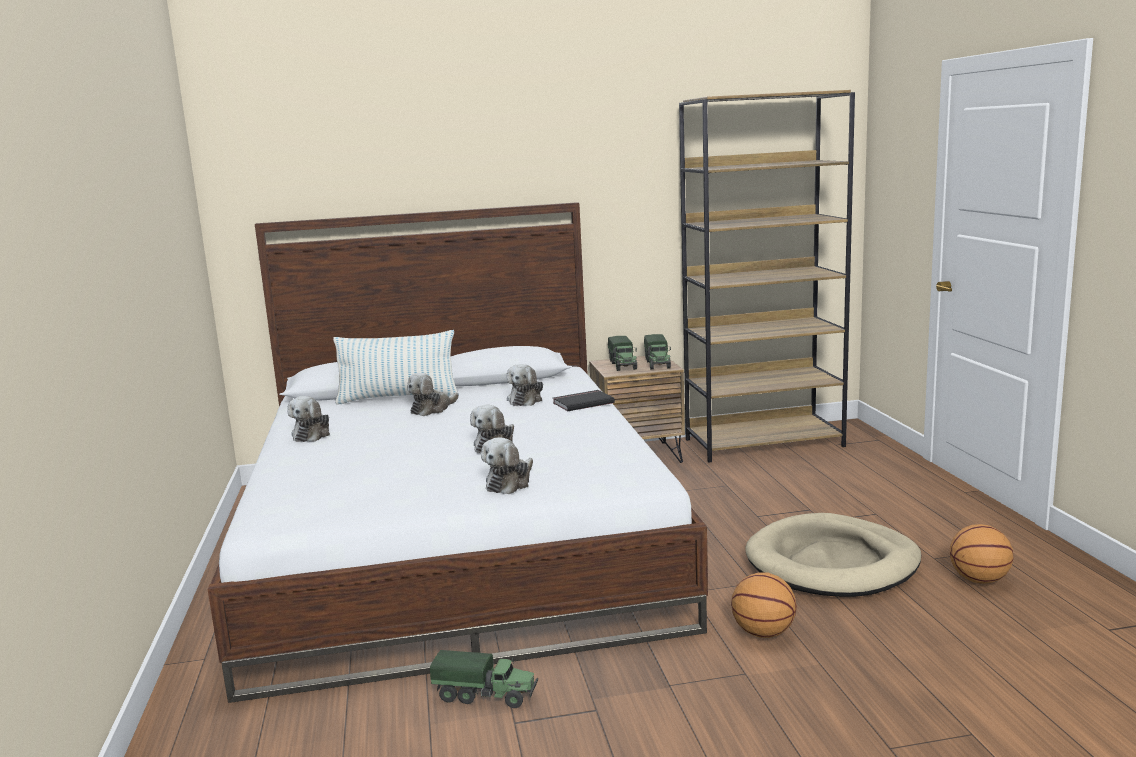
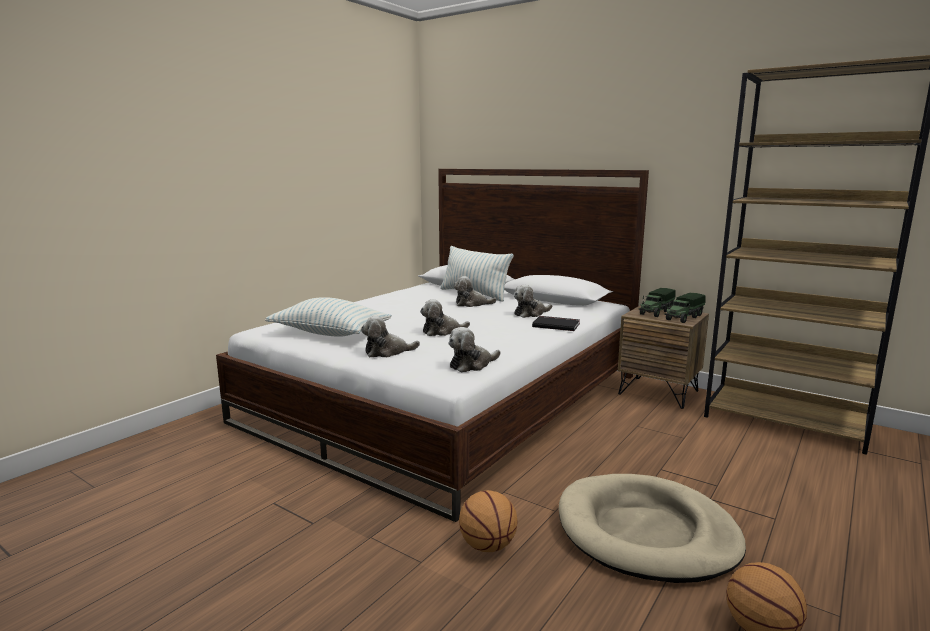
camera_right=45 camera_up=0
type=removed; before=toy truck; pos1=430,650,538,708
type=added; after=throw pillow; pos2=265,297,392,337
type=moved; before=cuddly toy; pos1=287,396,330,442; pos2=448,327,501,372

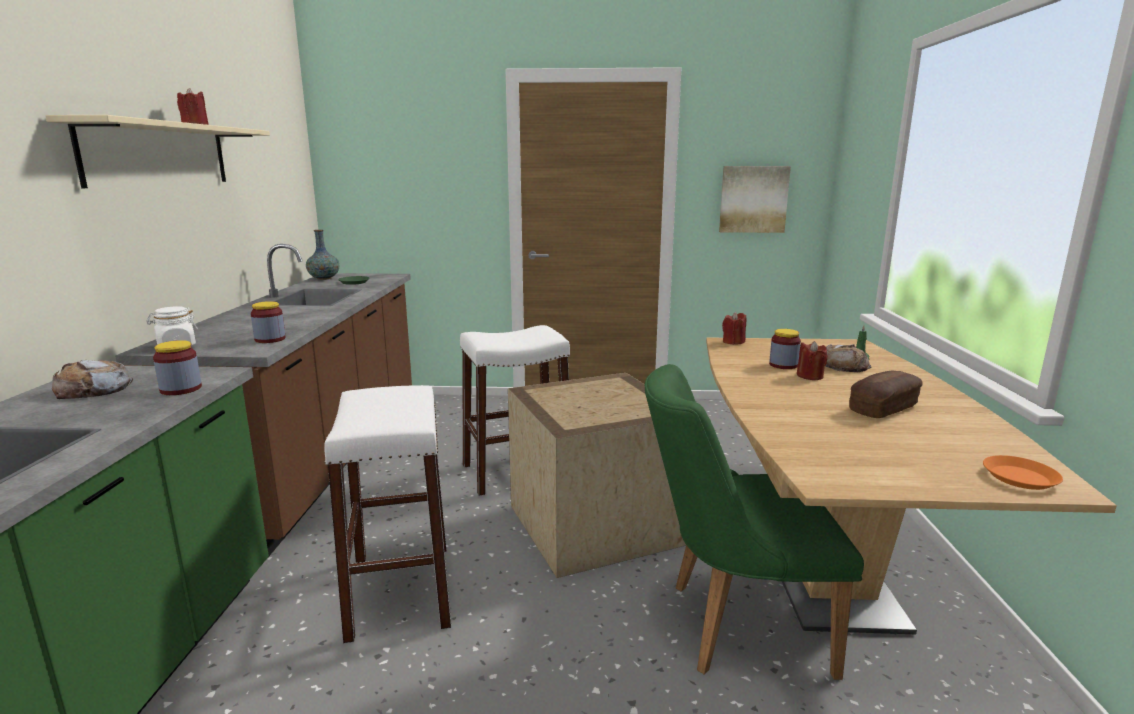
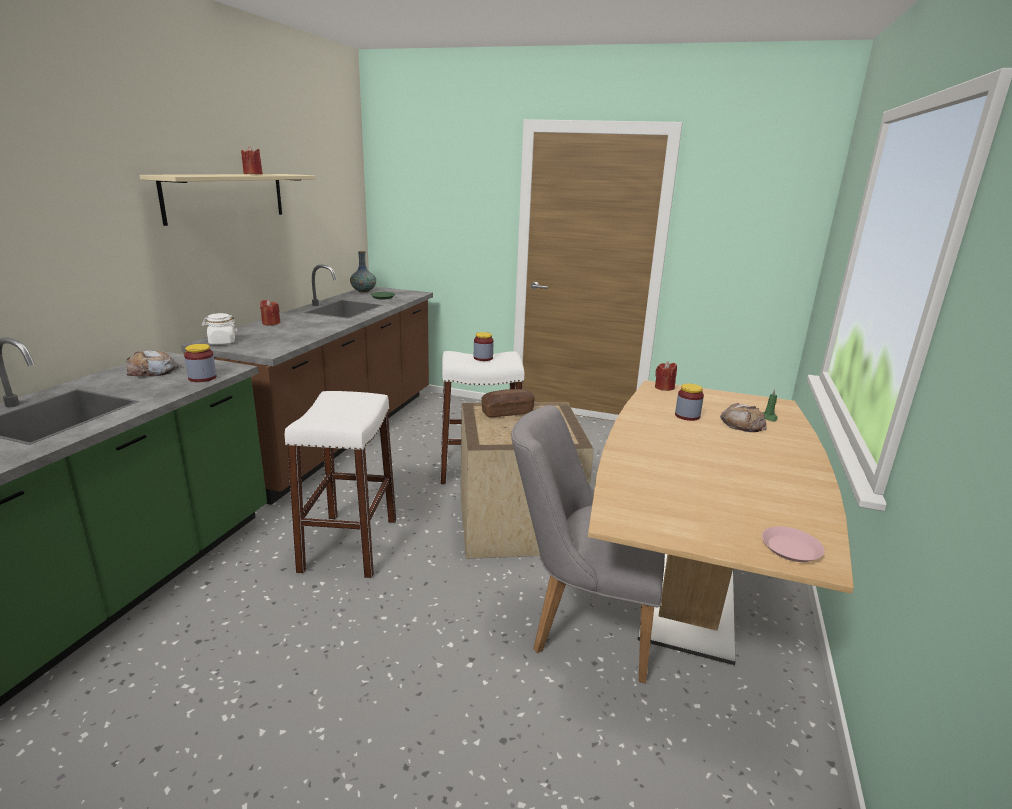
camera_right=15 camera_up=5
type=removed; before=wall picture; pos1=719,166,791,233
type=moved; before=preserve jar; pos1=251,301,286,343; pos2=474,332,494,361
type=moved; before=red-coloured candle; pos1=797,341,828,380; pos2=260,299,280,325
type=moved; before=bakery bread; pos1=849,371,922,418; pos2=481,389,535,417
type=recoloured; before=green-coloured upright chair; after=grey upright chair; pos1=645,364,864,680; pos2=511,405,665,683
type=recoloured; before=orange-coloured flat dish; after=pinkish flat dish; pos1=983,455,1063,490; pos2=762,526,824,562

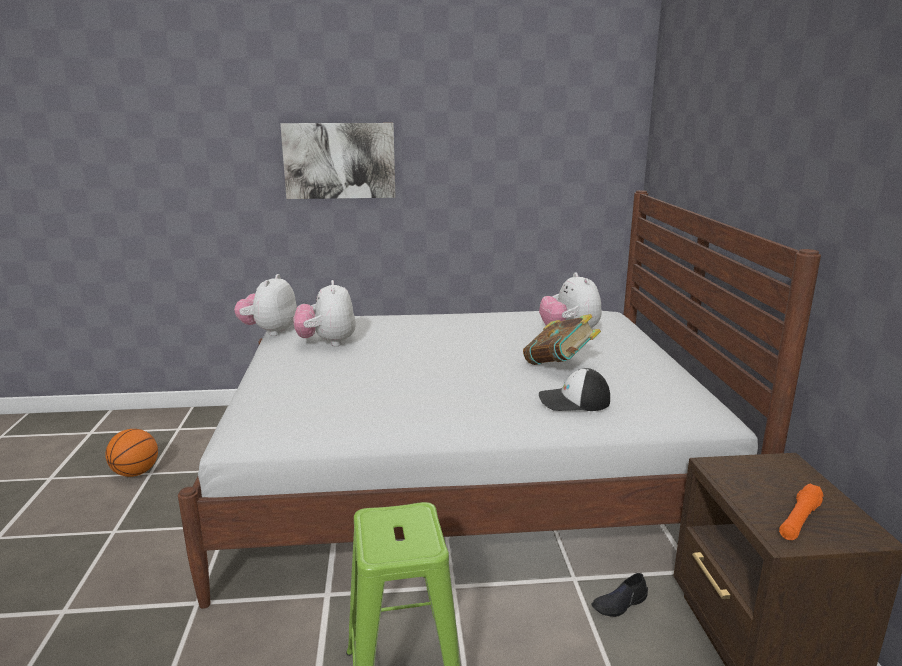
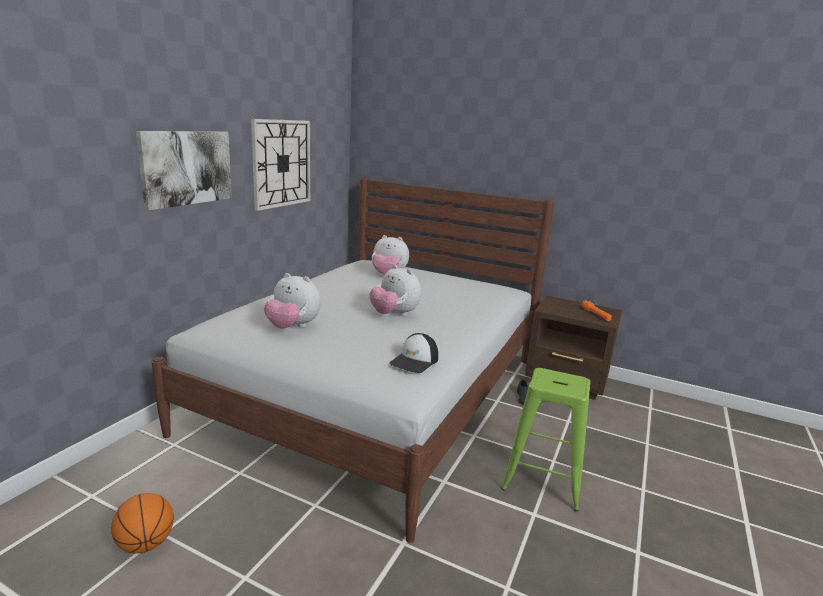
camera_right=-60 camera_up=0
type=removed; before=book; pos1=523,314,601,365
type=added; after=hanging clock; pos2=251,119,310,211
type=moved; before=cuddly toy; pos1=234,274,297,336; pos2=369,265,421,316
type=moved; before=cap; pos1=539,368,610,411; pos2=390,333,438,373

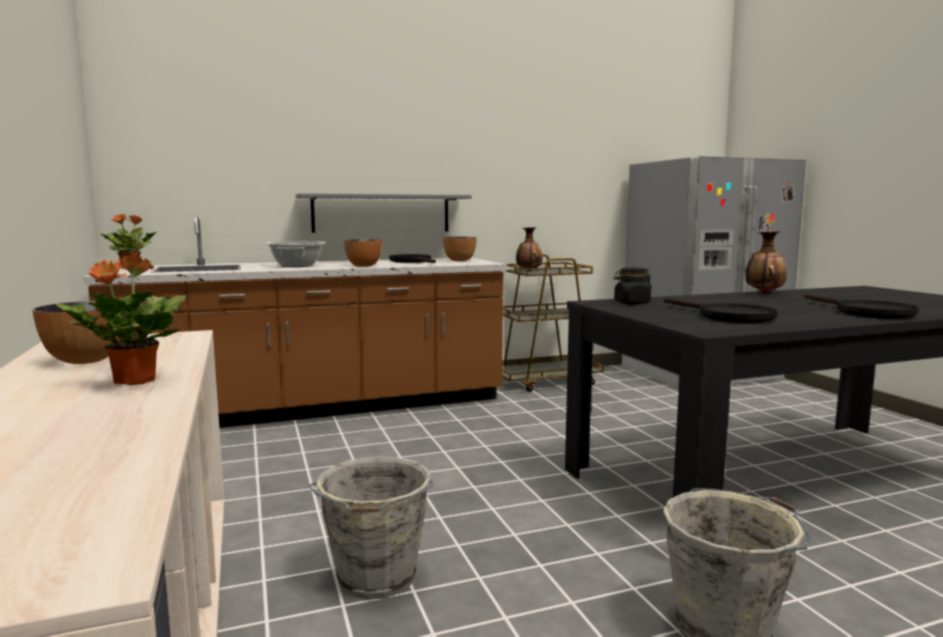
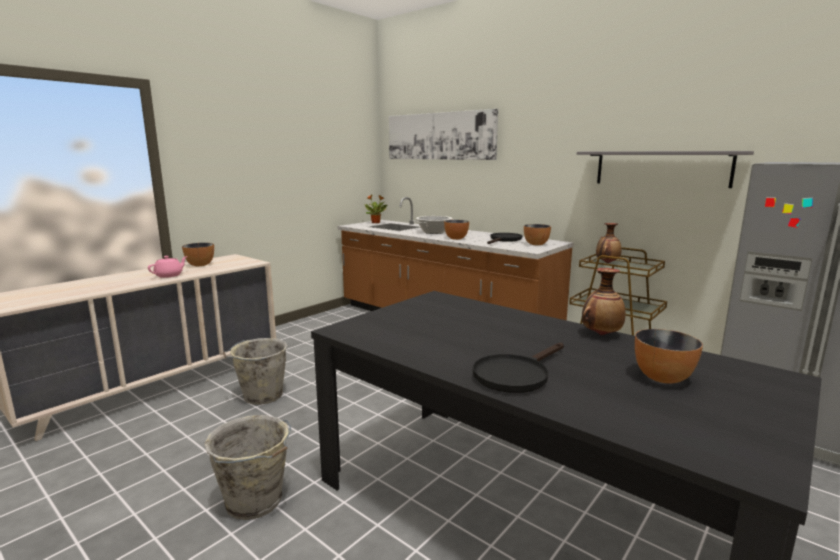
camera_right=60 camera_up=5
type=removed; before=black preserve jar; pos1=614,268,651,304
type=removed; before=black frying pan; pos1=664,298,778,323
type=added; after=wall picture; pos2=389,109,498,160
type=added; after=serving bowl; pos2=635,329,703,384
type=moved; before=grey bracket shelf; pos1=296,193,472,233; pos2=577,151,754,188
type=replaced; before=plant in a pot; after=pinkish pot for tea; pos1=56,255,186,385; pos2=148,256,188,278

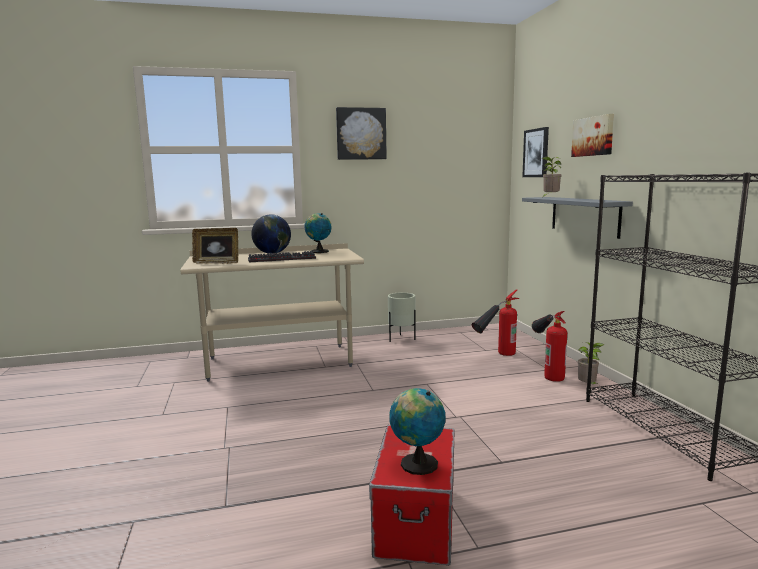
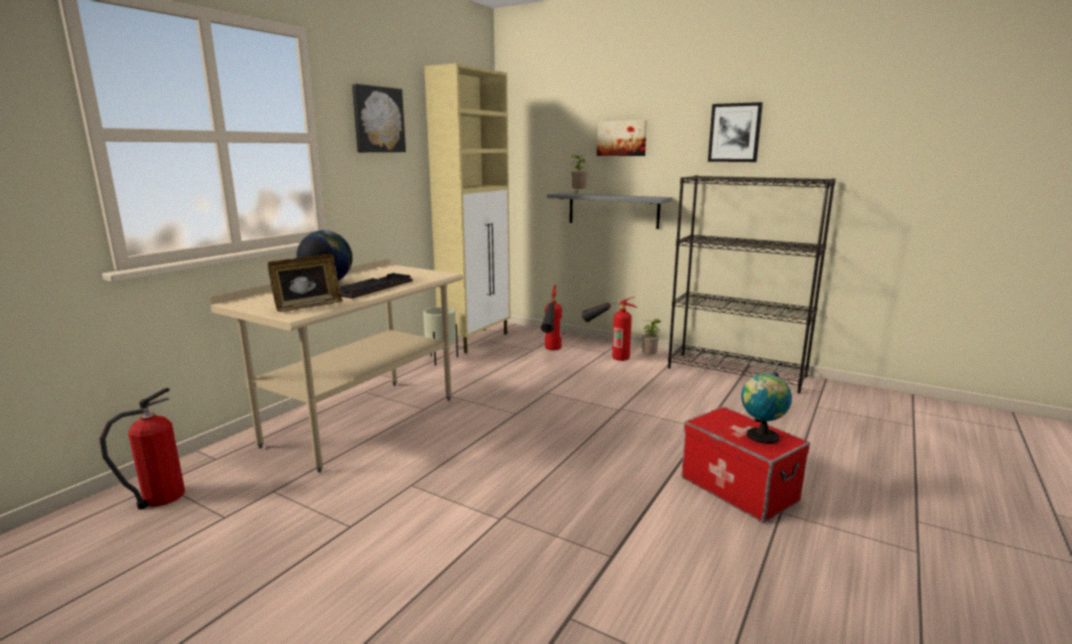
camera_right=-45 camera_up=5
type=removed; before=desk globe; pos1=304,213,332,253
type=added; after=extinguisher; pos2=99,388,185,510
type=added; after=beige cabinet; pos2=424,63,510,353
type=moved; before=wall picture; pos1=522,127,549,177; pos2=708,102,763,162

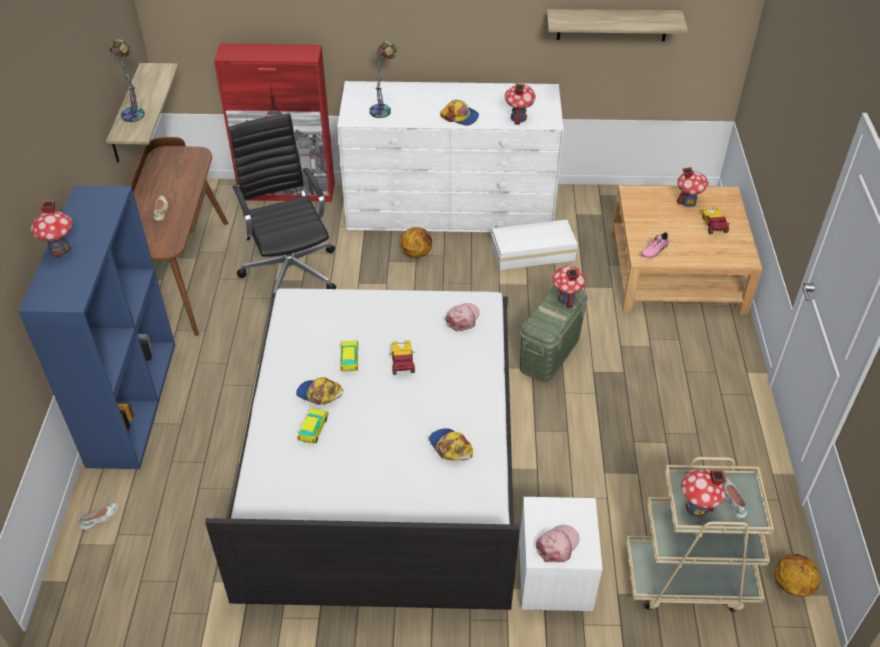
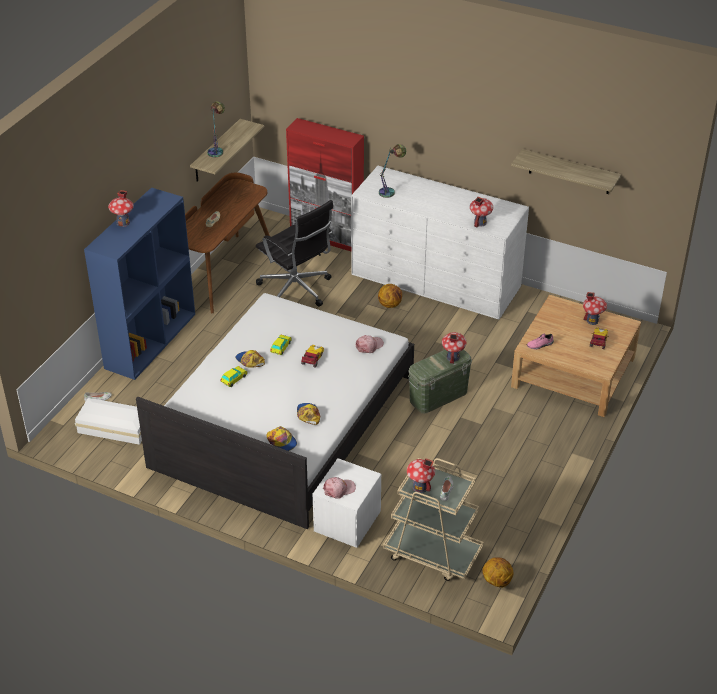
camera_right=25 camera_up=-5
type=moved; before=cap; pos1=440,100,479,126; pos2=267,426,297,451
type=moved; before=white-coloured storage container; pos1=491,219,578,270; pos2=75,398,142,445
type=turned; before=black desk chair; pos1=229,113,336,303; pos2=256,200,333,307; turn=135

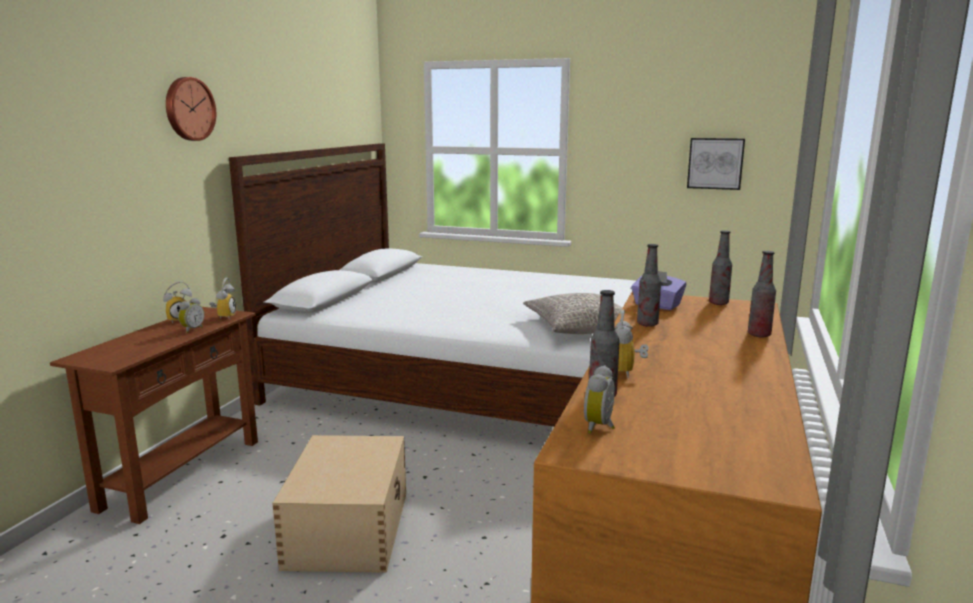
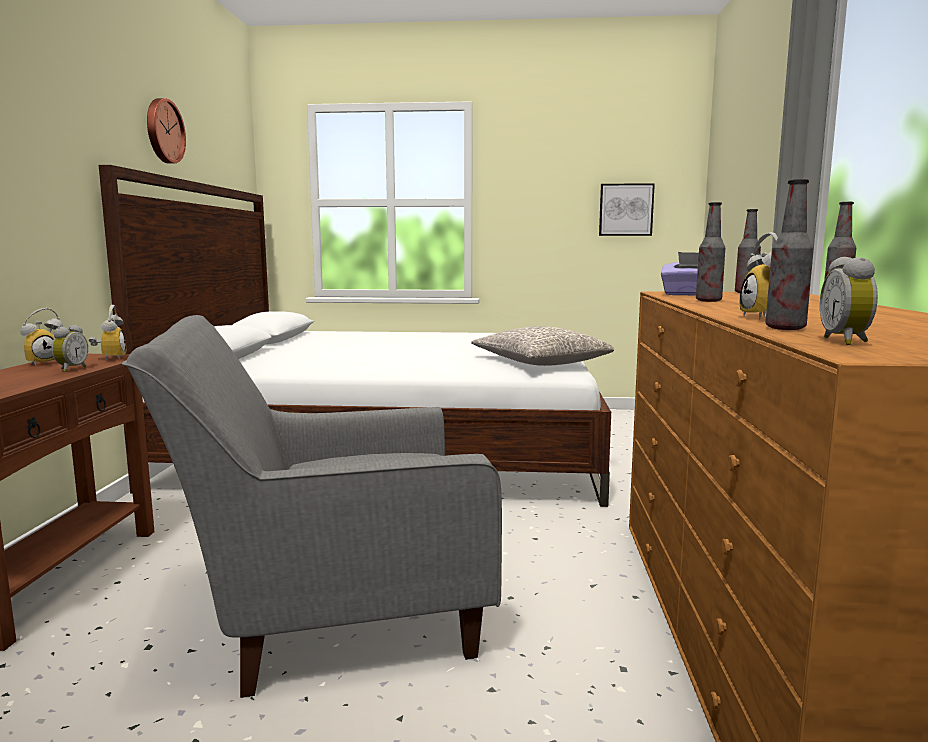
camera_right=-15 camera_up=-5
type=moved; before=hanging clock; pos1=166,77,216,141; pos2=147,98,186,163
type=replaced; before=beige storage container; after=grey lounge chair; pos1=272,435,406,573; pos2=122,315,502,698

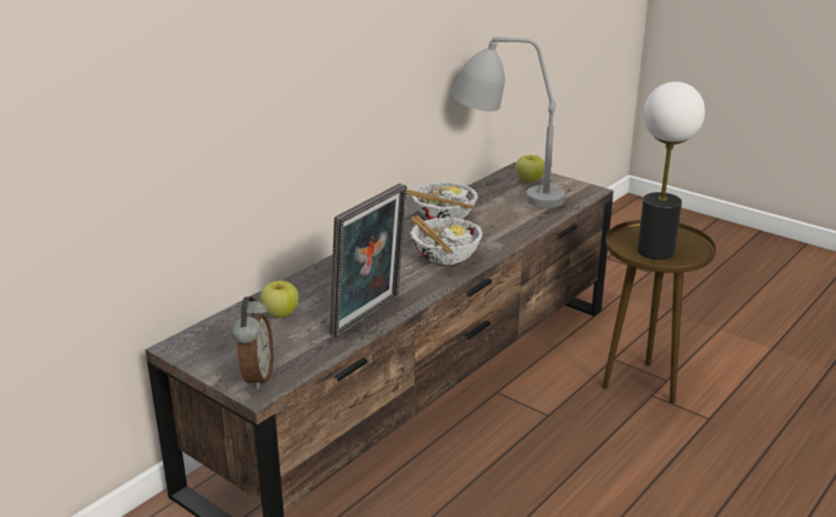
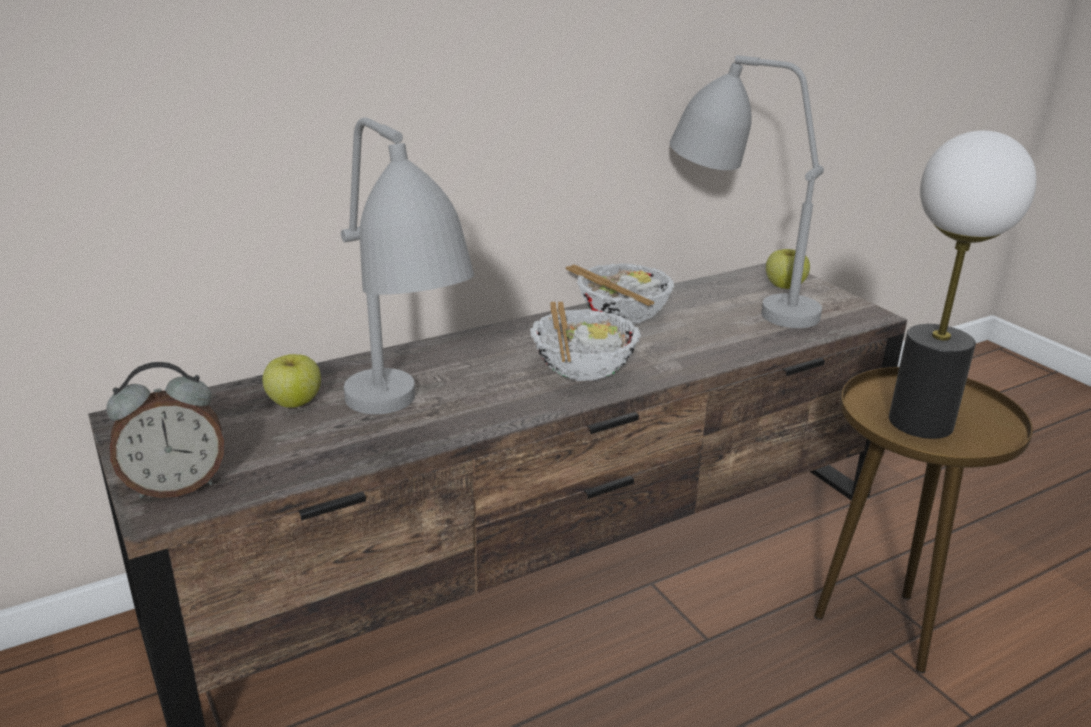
camera_right=20 camera_up=0
type=replaced; before=picture frame; after=grey lamp for a table; pos1=330,183,407,338; pos2=341,117,474,414
type=turned; before=bedside clock; pos1=232,296,273,390; pos2=106,362,224,498; turn=45

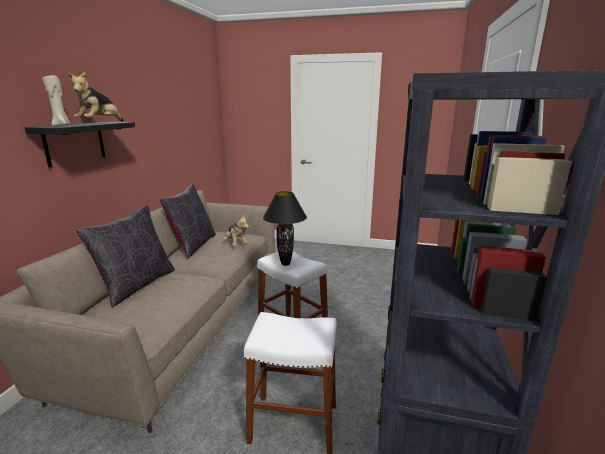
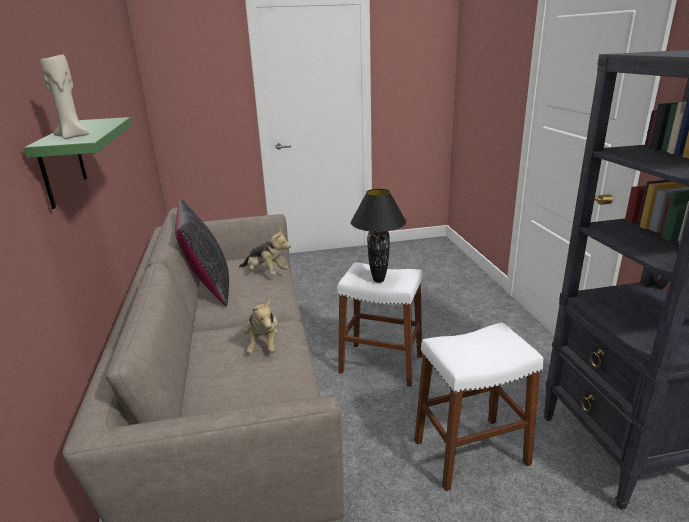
camera_right=-25 camera_up=5
type=removed; before=black throw pillow; pos1=76,205,175,308
type=moved; before=cuddly toy; pos1=68,72,124,122; pos2=242,299,278,353
type=recoloured; before=black bracket shelf; after=green-coloured bracket shelf; pos1=25,122,135,168; pos2=24,117,132,209

